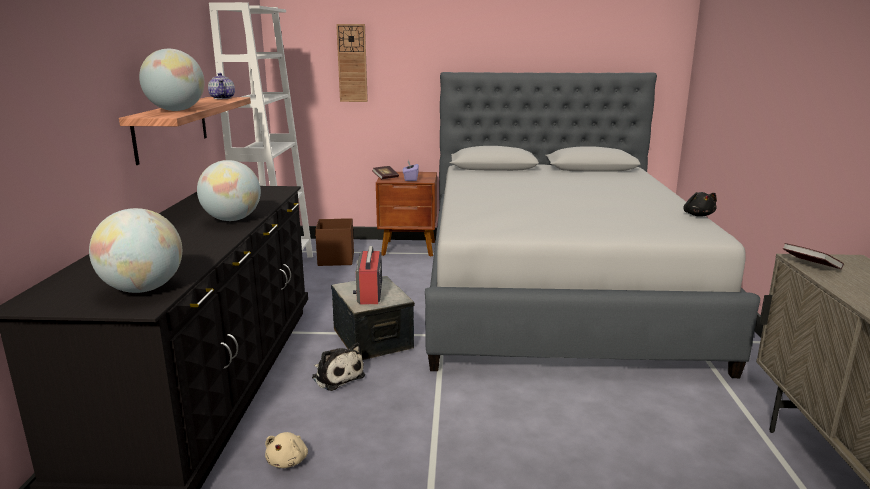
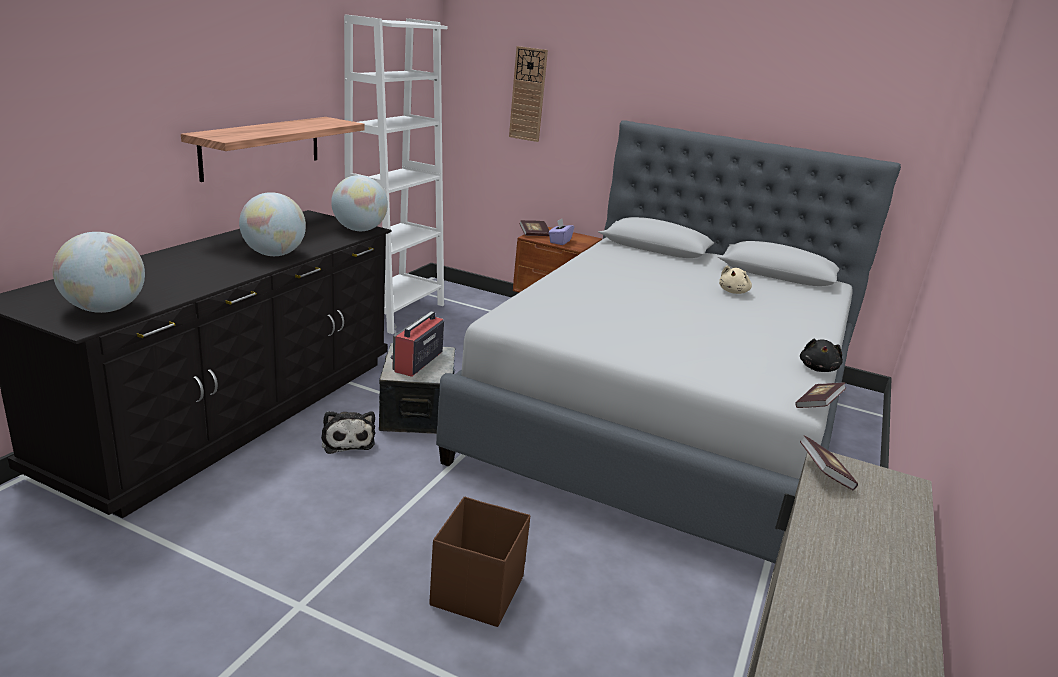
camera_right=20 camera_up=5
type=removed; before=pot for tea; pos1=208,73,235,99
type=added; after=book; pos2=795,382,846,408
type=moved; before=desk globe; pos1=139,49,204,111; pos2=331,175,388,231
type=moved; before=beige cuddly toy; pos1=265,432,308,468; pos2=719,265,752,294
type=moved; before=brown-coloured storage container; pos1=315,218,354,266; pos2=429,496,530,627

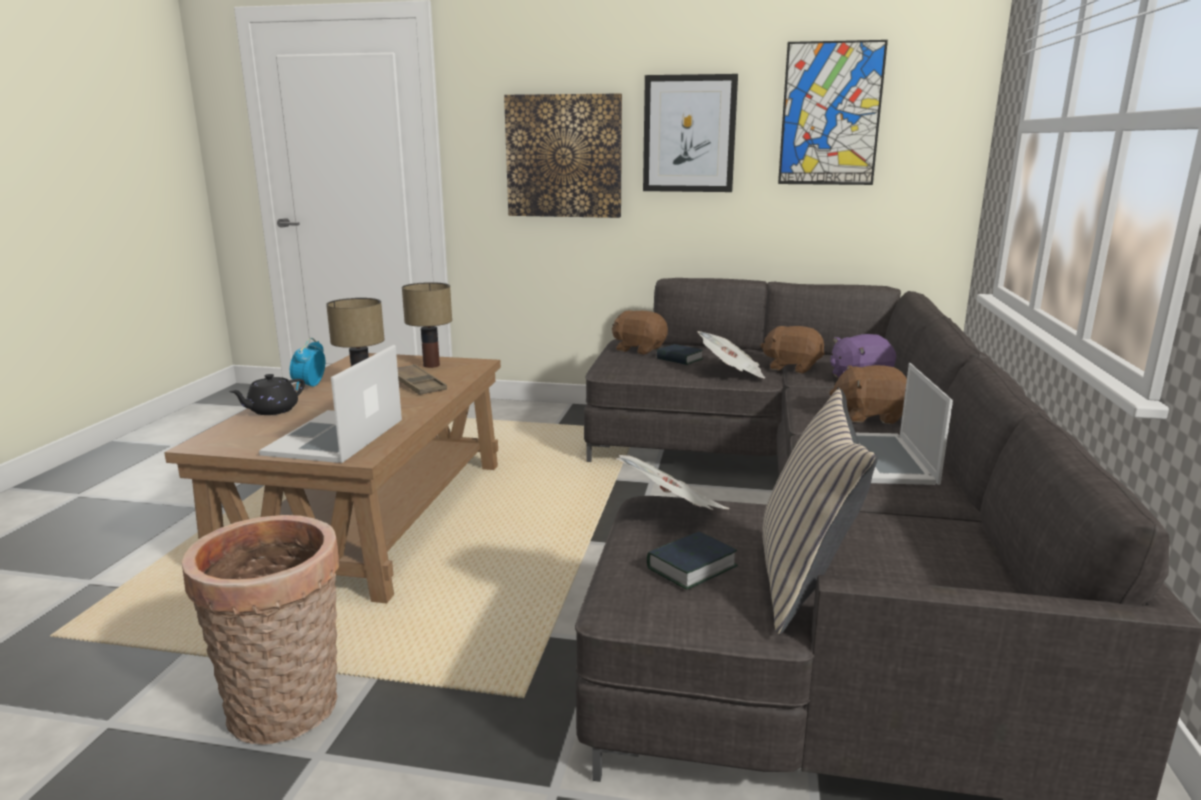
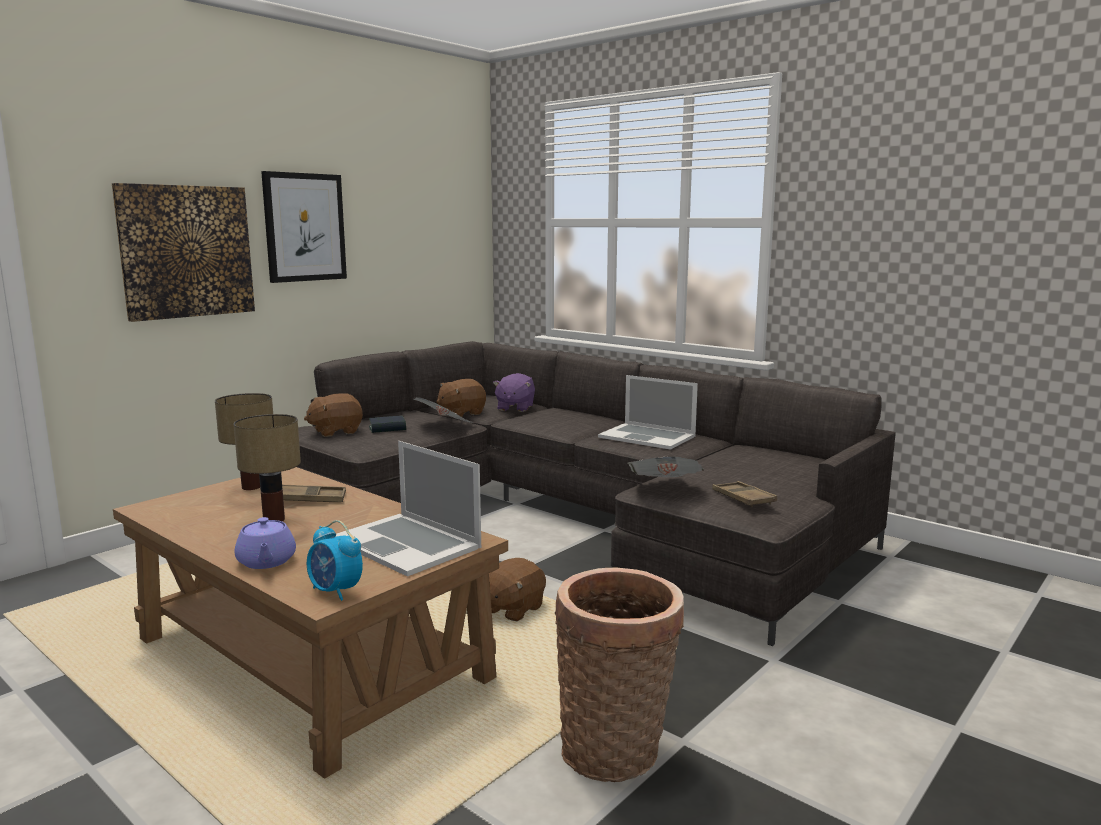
camera_right=-60 camera_up=-5
type=removed; before=beige throw pillow; pos1=762,389,878,635
type=removed; before=wall picture; pos1=778,40,888,185
type=moved; before=bedside clock; pos1=290,338,325,390; pos2=307,520,363,601
type=moved; before=brown-coloured cuddly toy; pos1=829,365,907,424; pos2=489,558,546,622
type=replaced; before=book; after=brown-coloured serving tray; pos1=647,531,738,590; pos2=712,481,777,507
type=recoloured; before=black pot for tea; after=purple pot for tea; pos1=229,374,305,415; pos2=235,517,296,569

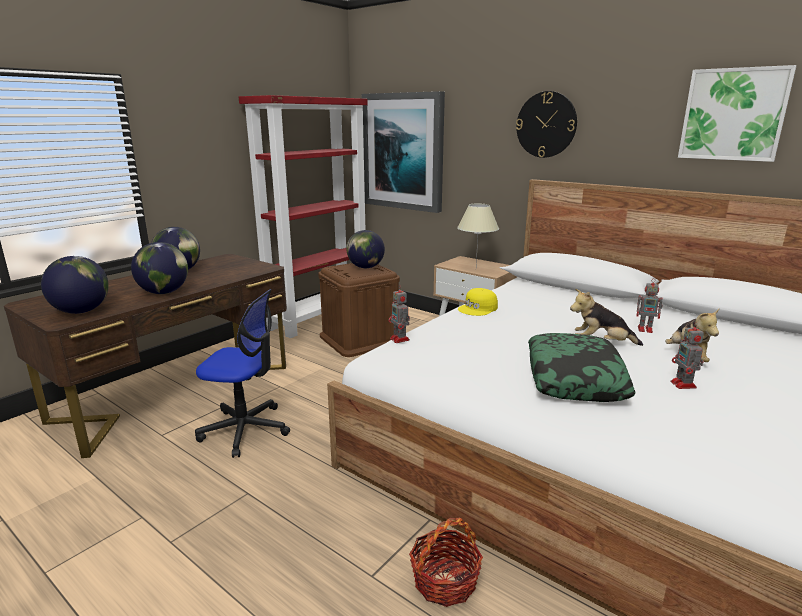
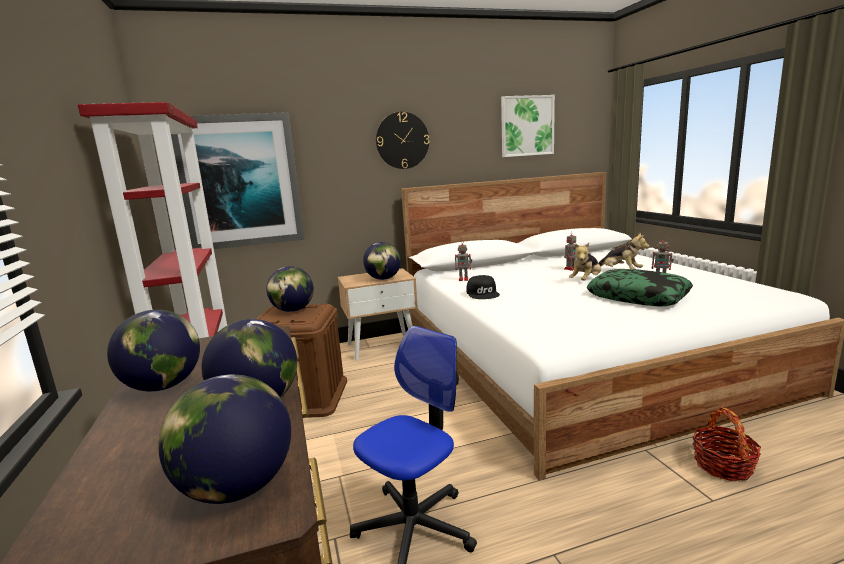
camera_right=-55 camera_up=-5
type=moved; before=toy robot; pos1=388,285,410,343; pos2=455,244,472,281
type=replaced; before=beige lamp for a table; after=desk globe; pos1=457,203,499,265; pos2=363,242,401,280
type=recoloured; before=yellow cap; after=black cap; pos1=458,288,498,316; pos2=466,275,500,299

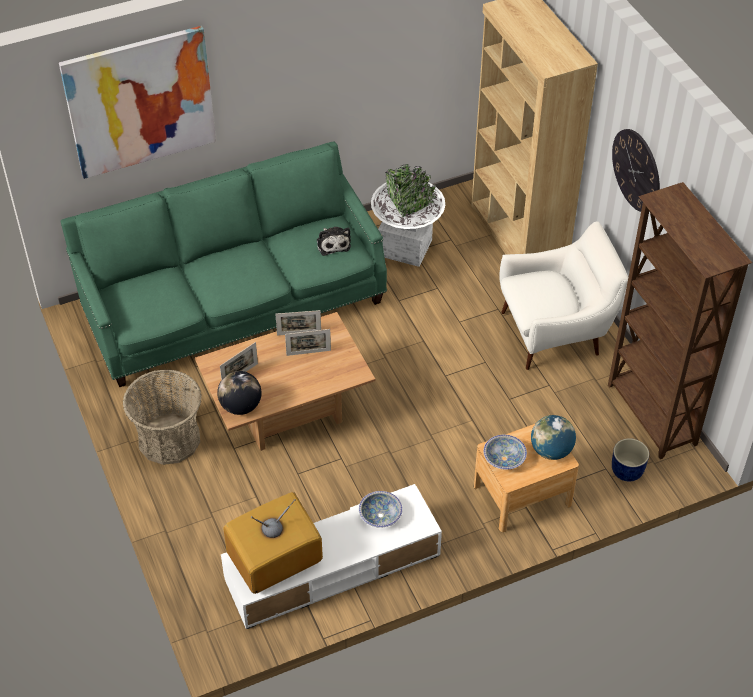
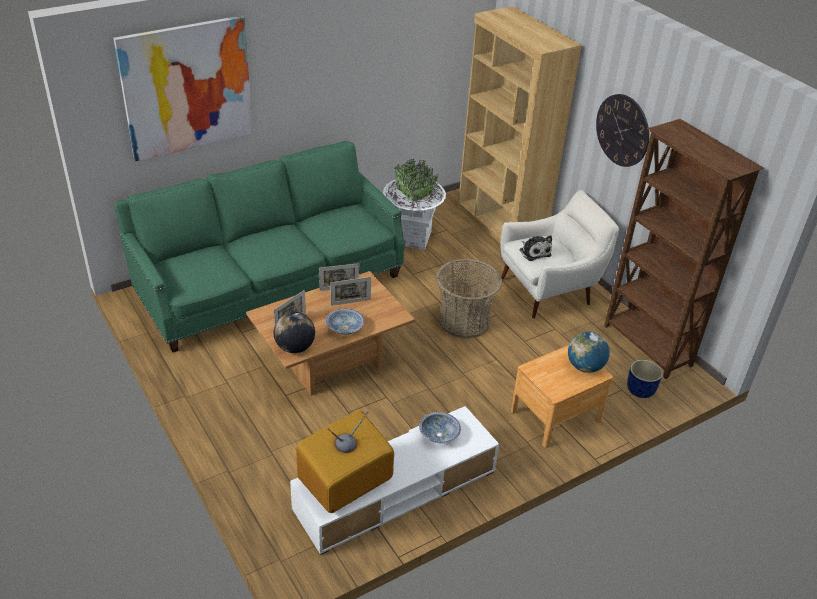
camera_right=-10 camera_up=-10
type=moved; before=household basket; pos1=123,369,202,465; pos2=436,259,502,339
type=moved; before=cuddly toy; pos1=317,227,351,256; pos2=520,235,552,261
type=moved; before=serving bowl; pos1=483,435,527,470; pos2=326,308,364,335

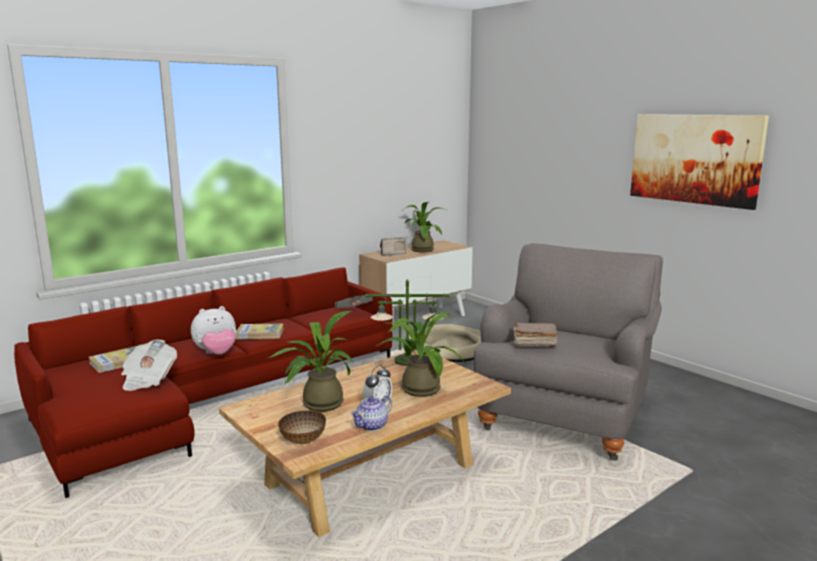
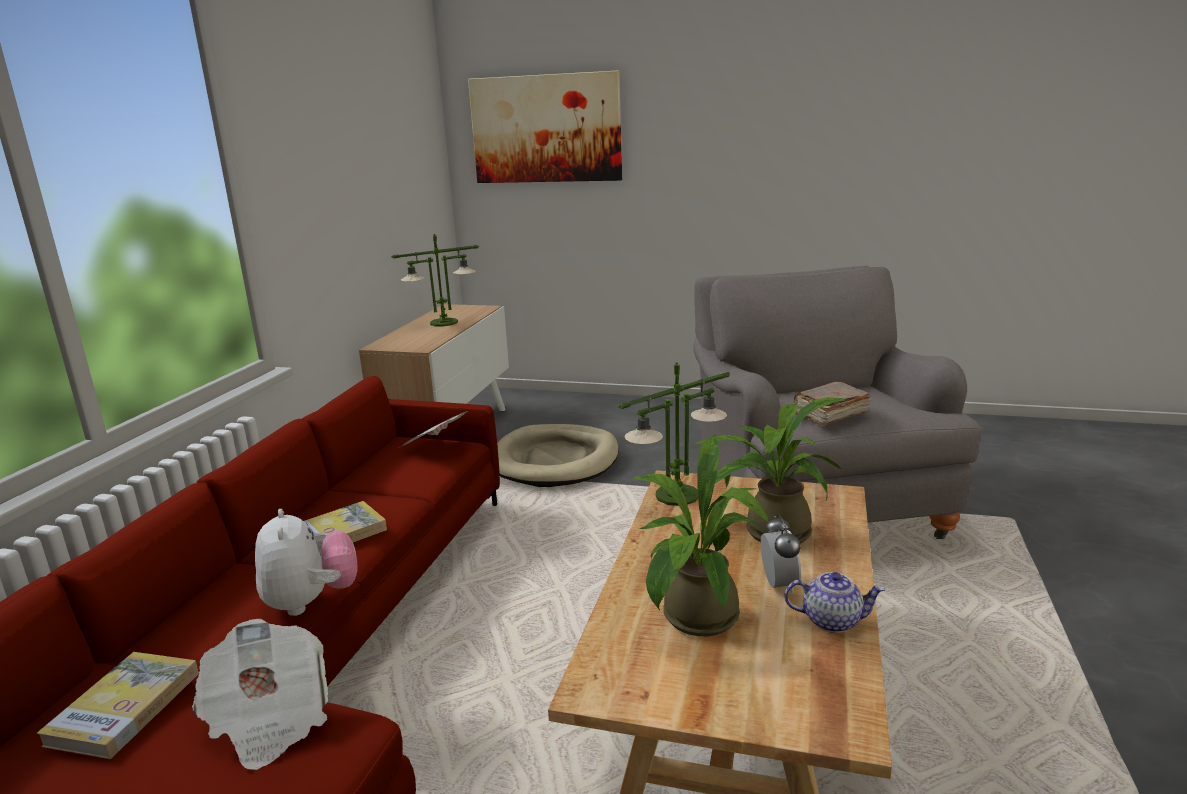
camera_right=-35 camera_up=5
type=removed; before=serving bowl; pos1=278,411,326,444
type=removed; before=radio set; pos1=380,237,406,256
type=moved; before=wall picture; pos1=630,114,769,210; pos2=468,71,622,183
type=replaced; before=plant in a pot; after=lamp for a table; pos1=401,202,446,252; pos2=391,234,479,327
type=turned; before=cuddly toy; pos1=191,306,236,354; pos2=255,509,358,616; turn=-45
type=turned; before=pot for tea; pos1=351,395,392,431; pos2=784,572,885,633; turn=-90

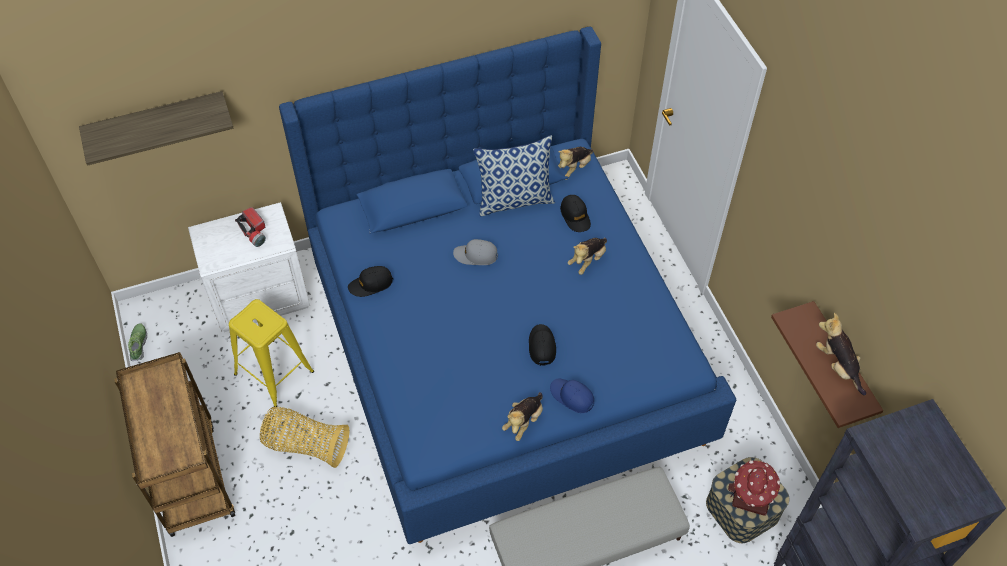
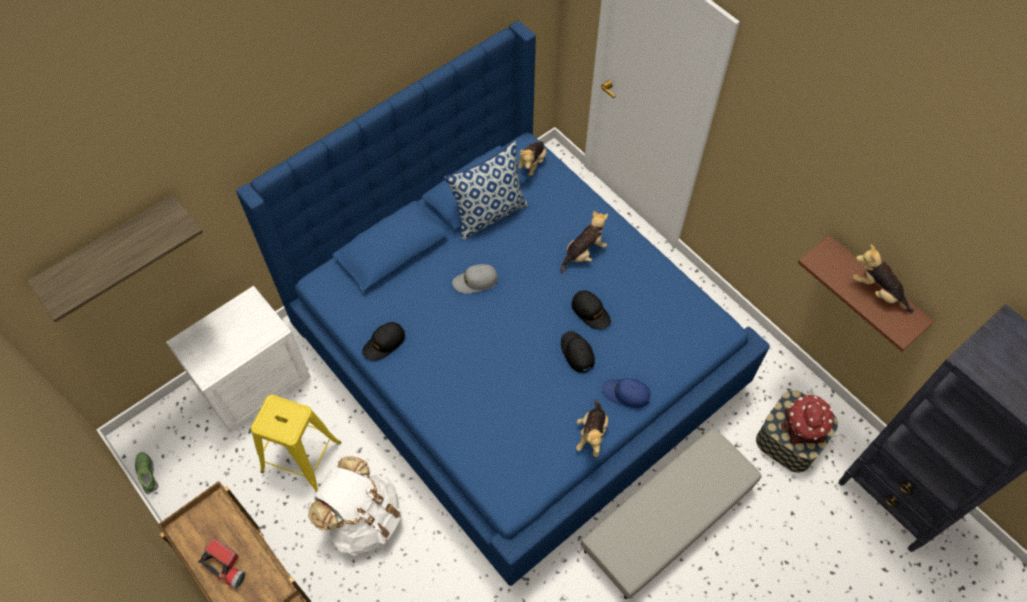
camera_right=-20 camera_up=5
type=moved; before=torch; pos1=235,207,266,247; pos2=198,538,245,589
type=moved; before=black cap; pos1=560,195,591,232; pos2=572,290,611,330
type=replaced; before=household basket; after=white-coloured backpack; pos1=260,407,349,468; pos2=308,456,402,556
type=turned; before=cuddly toy; pos1=567,238,607,275; pos2=560,211,608,274; turn=-150

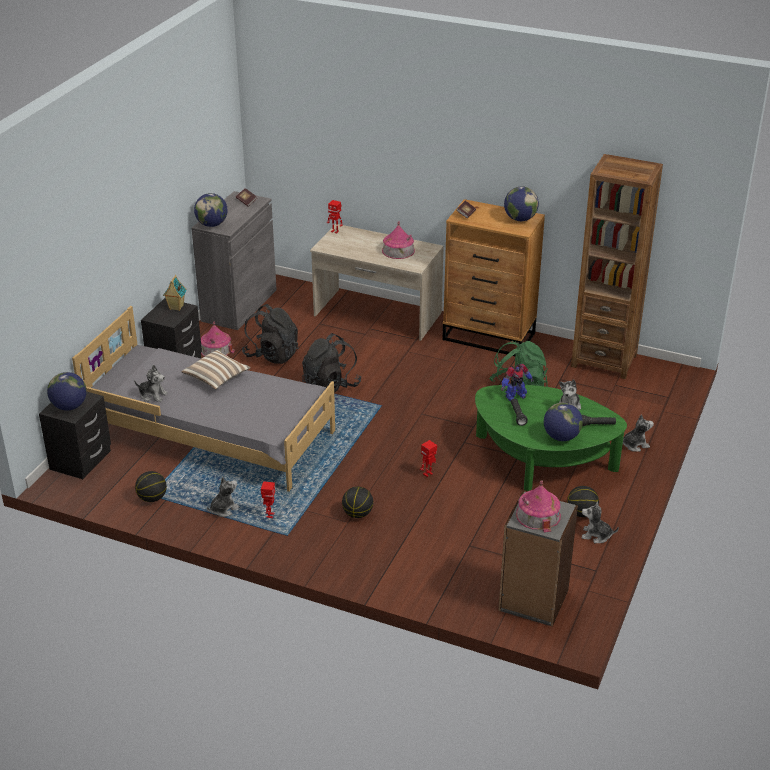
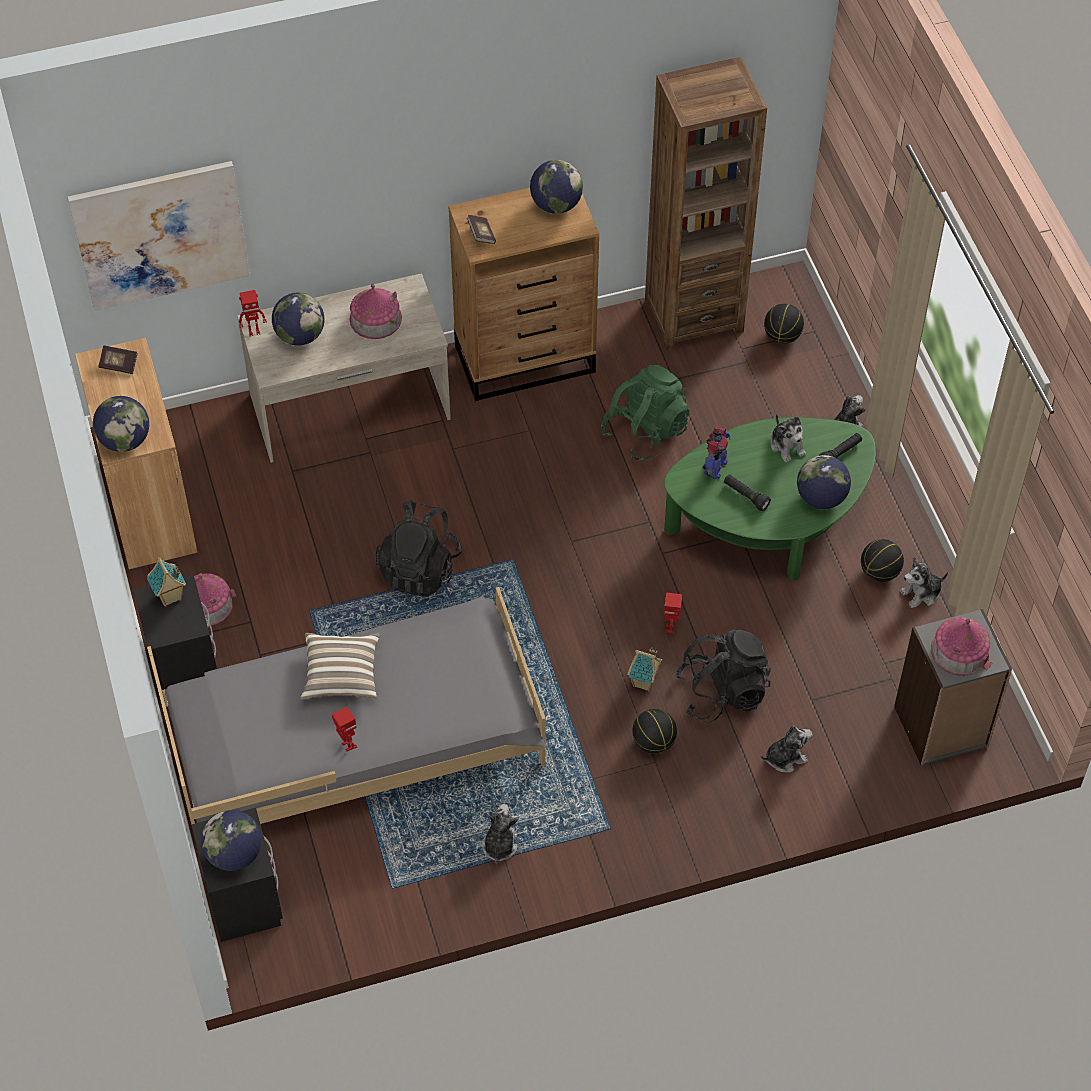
camera_right=-40 camera_up=20
type=added; after=wall picture; pos2=68,161,250,311
type=added; after=desk globe; pos2=272,293,324,346
type=added; after=toy house; pos2=627,647,663,692
type=moved; before=cuddly toy; pos1=134,365,168,402; pos2=761,725,813,772
type=moved; before=basketball; pos1=135,471,167,502; pos2=764,304,804,344
type=moved; before=black backpack; pos1=242,304,299,364; pos2=675,630,771,722
type=moved; before=toy robot; pos1=261,481,275,518; pos2=332,706,357,751
type=recoloured; before=grey cabinet; after=brown-coloured cabinet; pos1=192,191,277,330; pos2=75,338,198,569

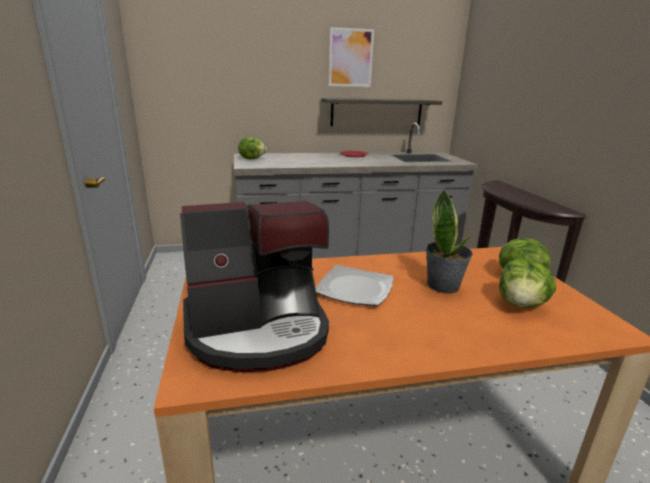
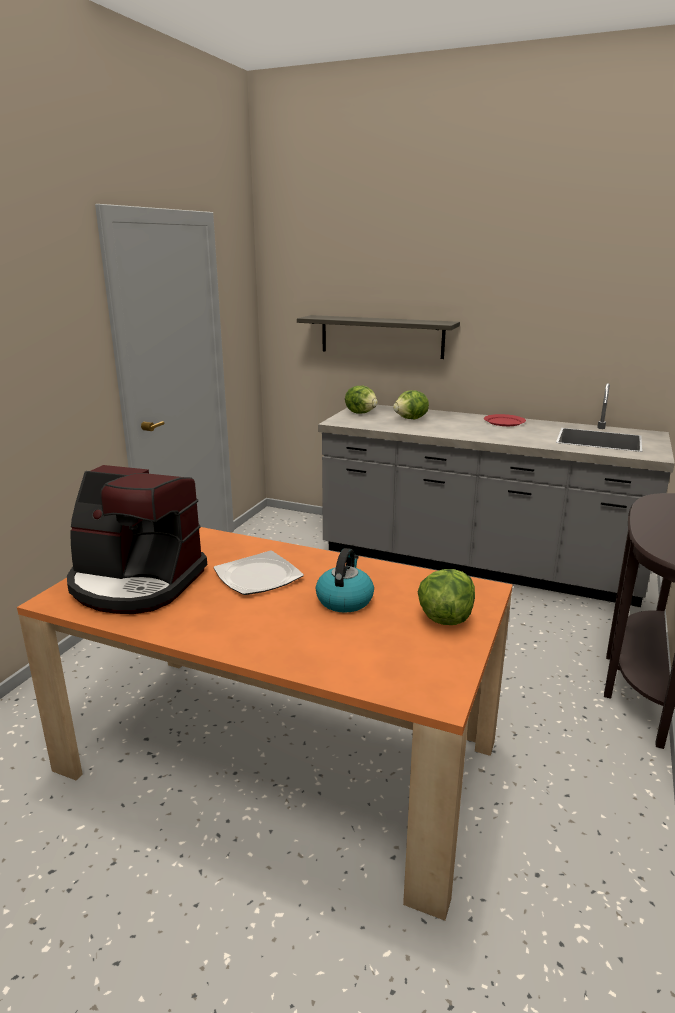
camera_right=35 camera_up=0
type=removed; before=wall picture; pos1=329,27,374,87
type=moved; before=bracket shelf; pos1=321,98,442,126; pos2=297,315,460,359
type=moved; before=head of lettuce; pos1=499,258,556,308; pos2=393,390,429,419
type=replaced; before=plant in a pot; after=kettle; pos1=426,189,473,293; pos2=316,548,374,613

